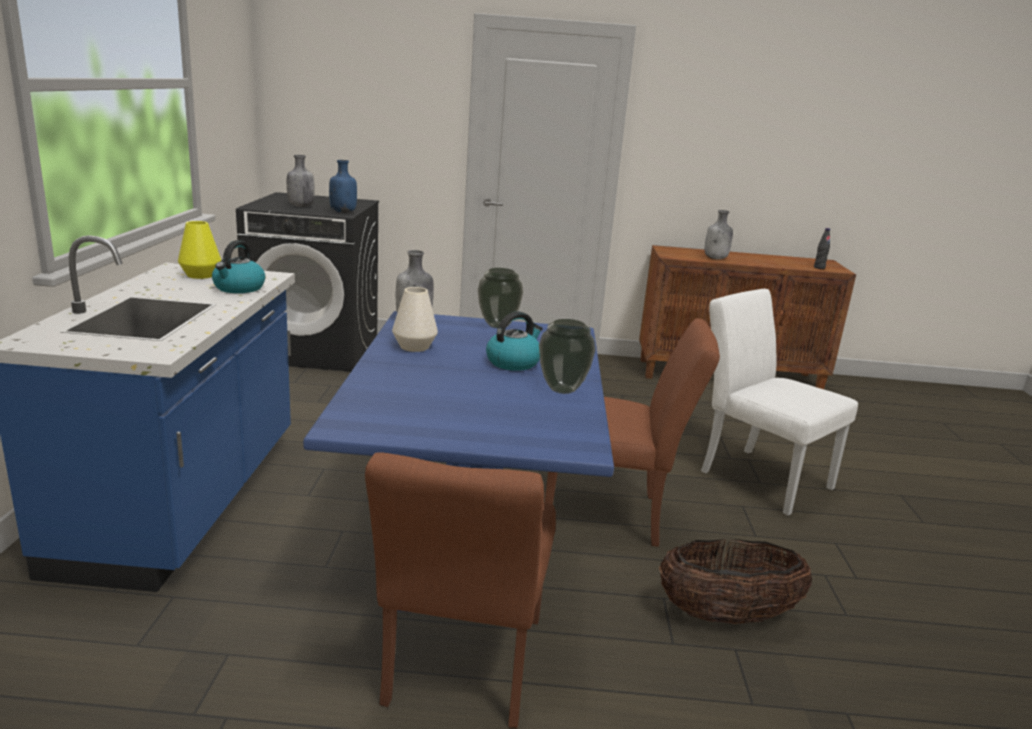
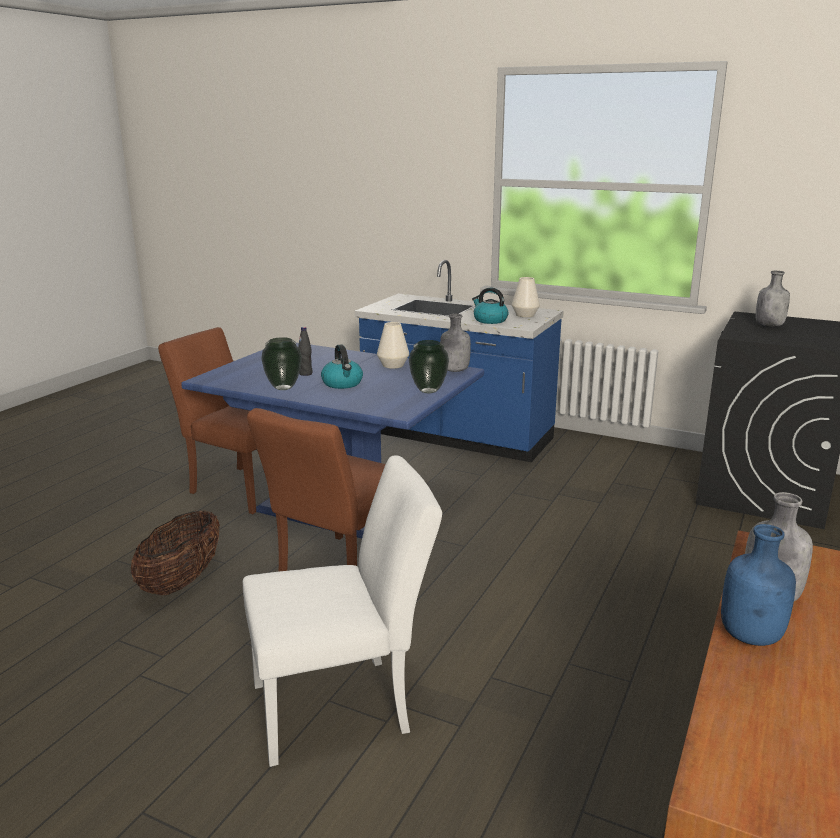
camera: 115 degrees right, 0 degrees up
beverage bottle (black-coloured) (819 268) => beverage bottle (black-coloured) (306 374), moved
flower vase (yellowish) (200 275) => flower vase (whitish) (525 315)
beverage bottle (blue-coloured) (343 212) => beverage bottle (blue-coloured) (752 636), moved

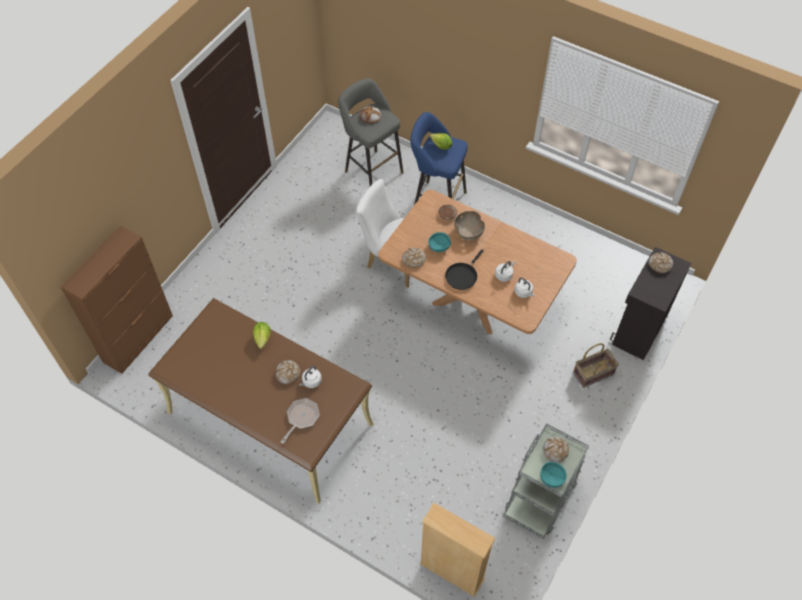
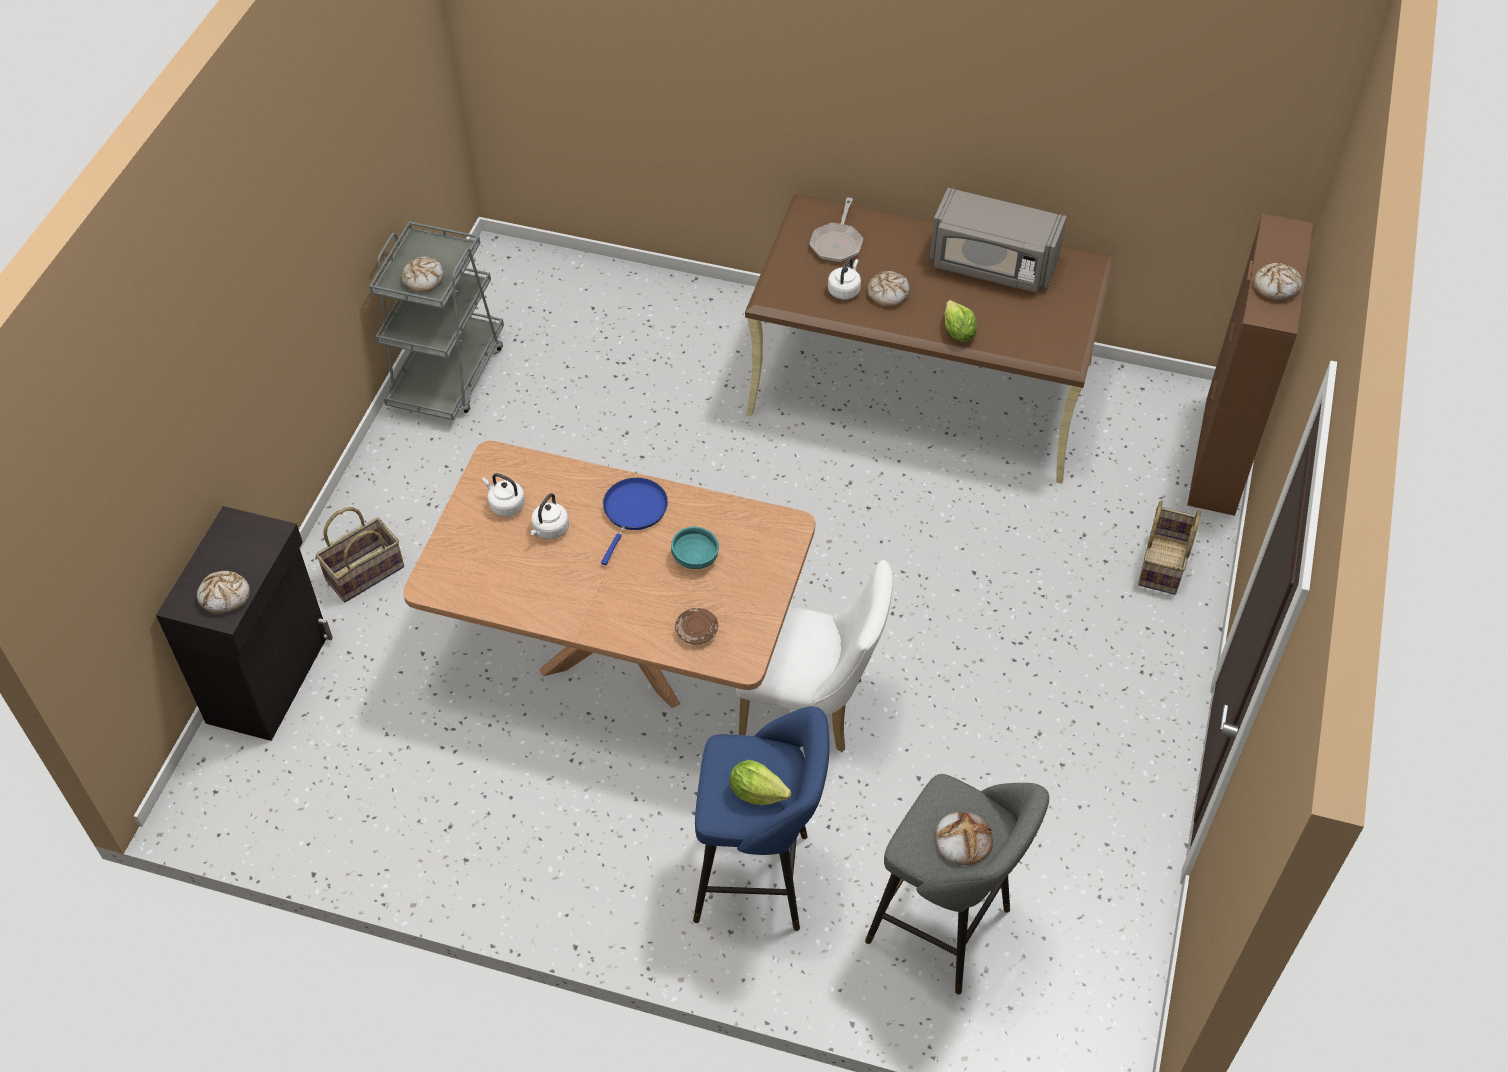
camera: 165 degrees right, 5 degrees down
skillet (black-coloured) (462 275) => skillet (blue-coloured) (633 511)
nothing => microwave (grey) (992 265)
nothing => basket (1164 564)
bread (413 260) => bread (1276 287), moved
bookshelf (sand-coloured) (451 571) => nothing
deep dish (brownish) (469 232) => nothing
deep dish (blue-green) (552 478) => nothing

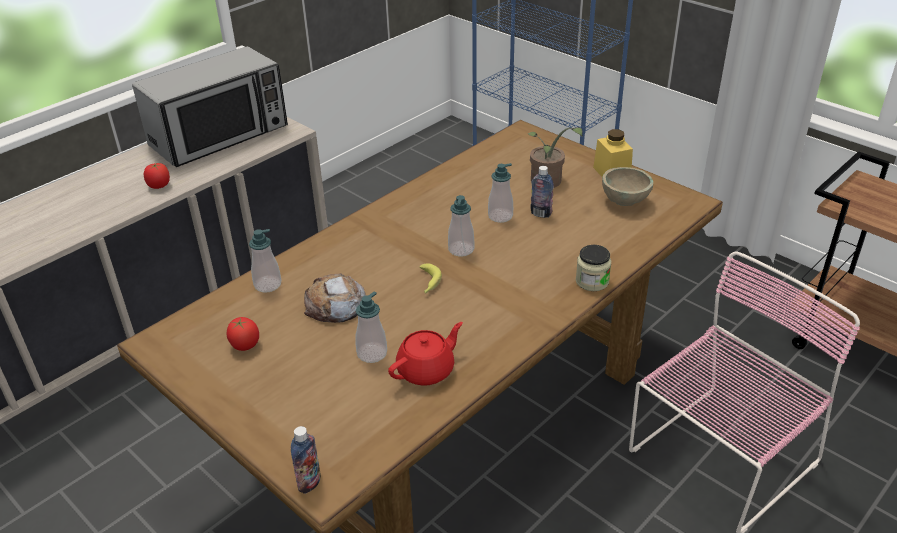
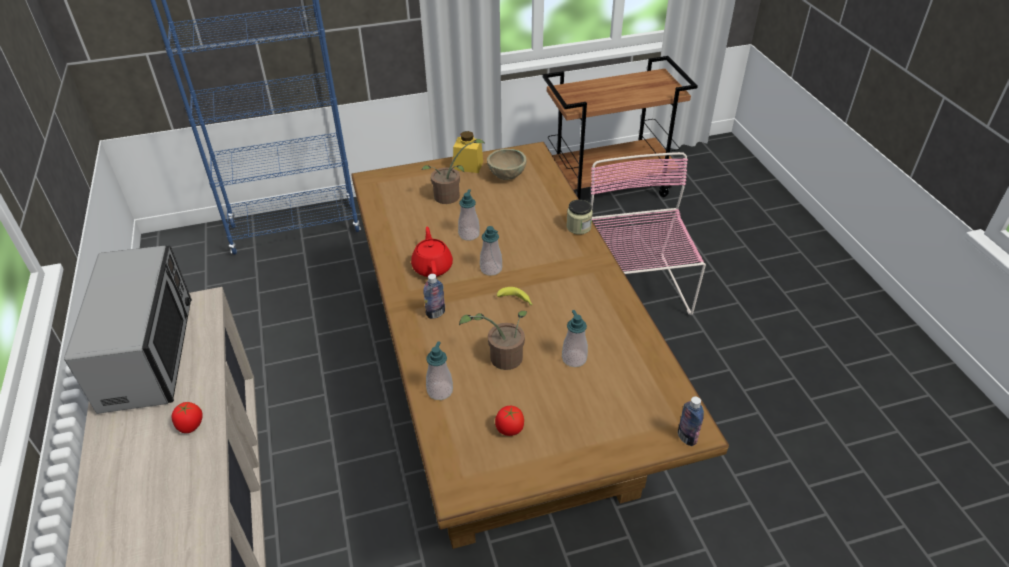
camera: 60 degrees left, 5 degrees up
tea pot (reddish) (427 370) => tea pot (reddish) (432 267), moved
beverage bottle (541 214) => beverage bottle (435 313), moved
bread (335 305) => houseplant (501 359)

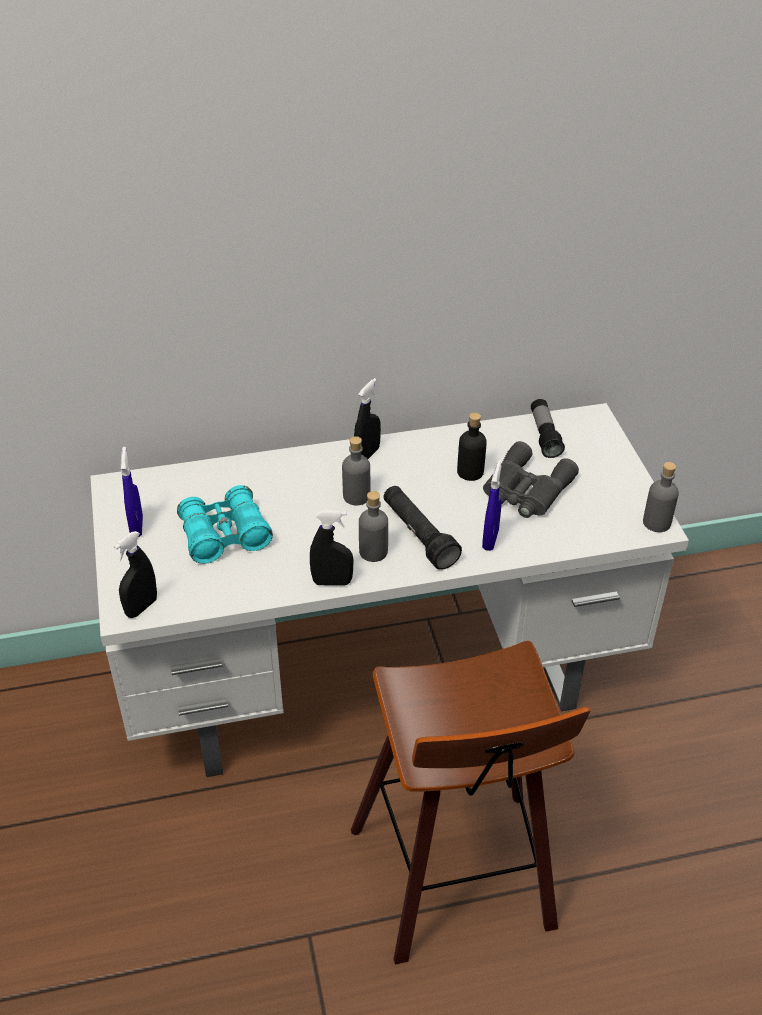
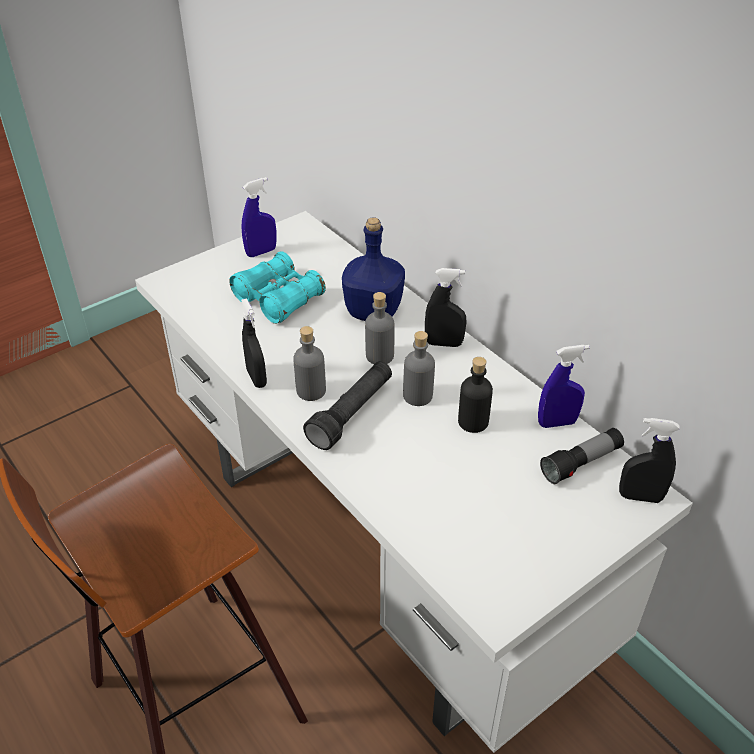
camera: 65 degrees right, 0 degrees up
nothing => beverage bottle (blue-coloured) (372 311)
beverage bottle (grey) (656 522) => beverage bottle (grey) (418 396), moved
spray bottle (blue-coloured) (490 539) => spray bottle (blue-coloured) (557 423), moved
spray bottle (black-coloured) (141 607) => spray bottle (black-coloured) (640 497), moved
pair of binoculars (grey) (525 490) => nothing

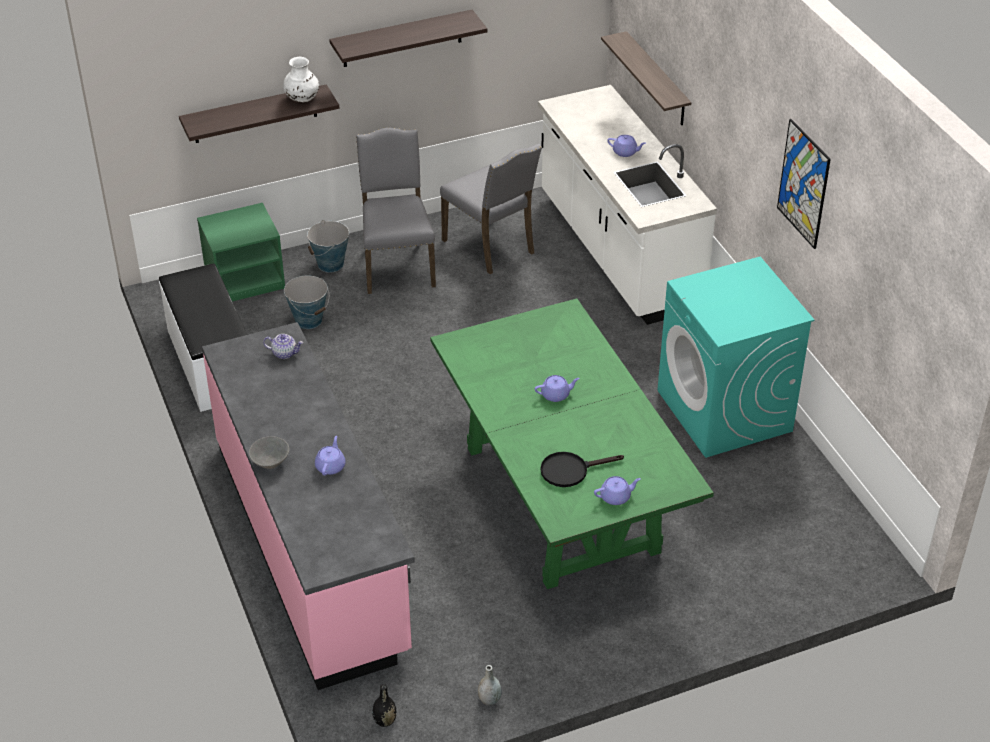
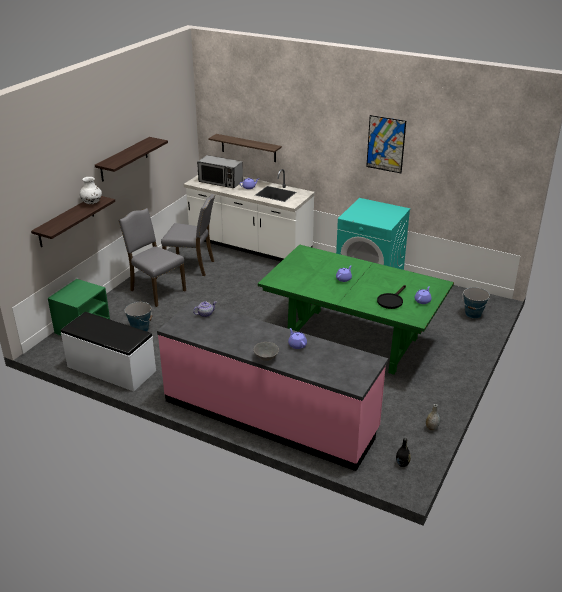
camera: 40 degrees left, 10 degrees down
nothing => microwave (220 182)
bucket (330 264) => bucket (473 314), moved

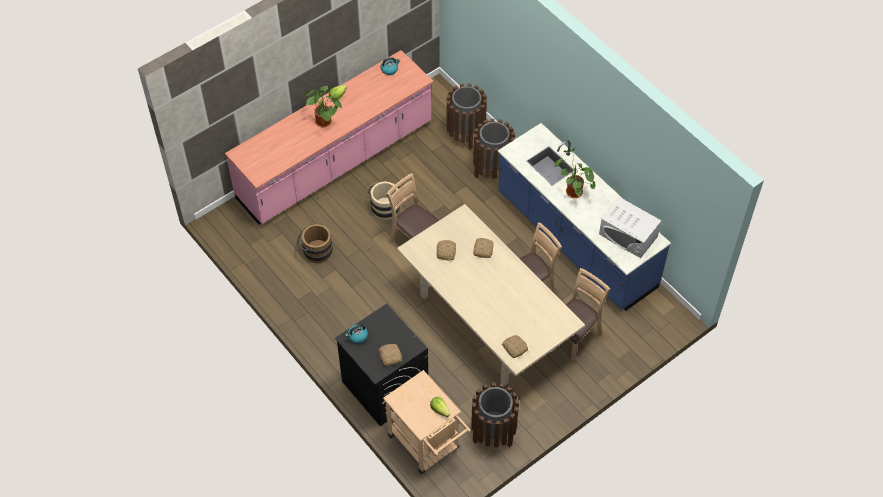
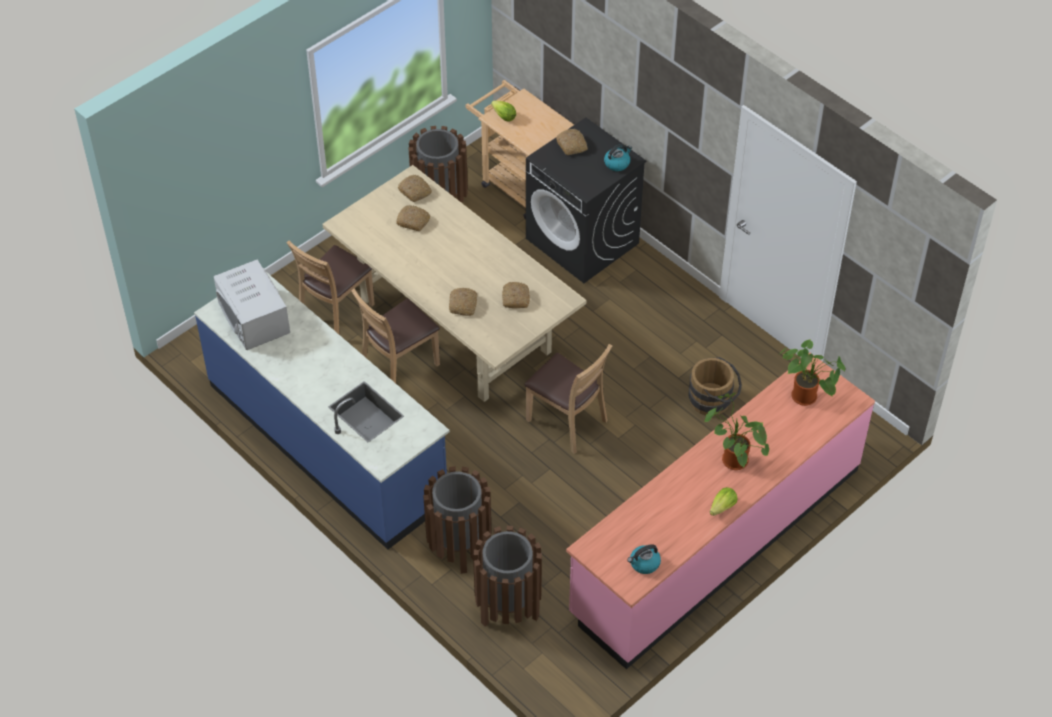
camera: 175 degrees right, 5 degrees down
microwave (whitish) (628 235) => microwave (whitish) (254 317), 150 degrees counterclockwise
nothing => bread (413 221)
houseplant (572 191) => houseplant (807 397), moved
bucket (sand-coloured) (385 206) => nothing

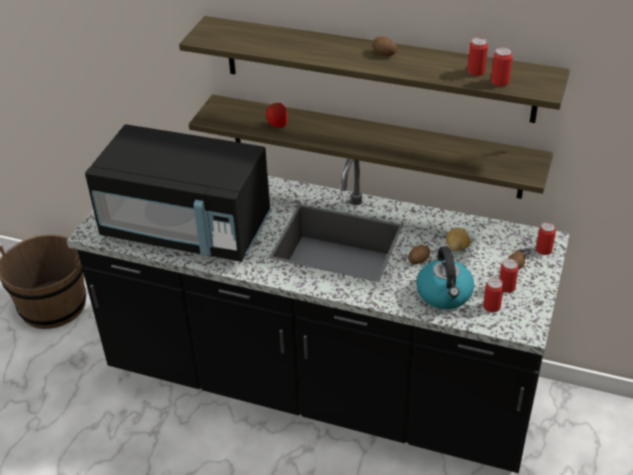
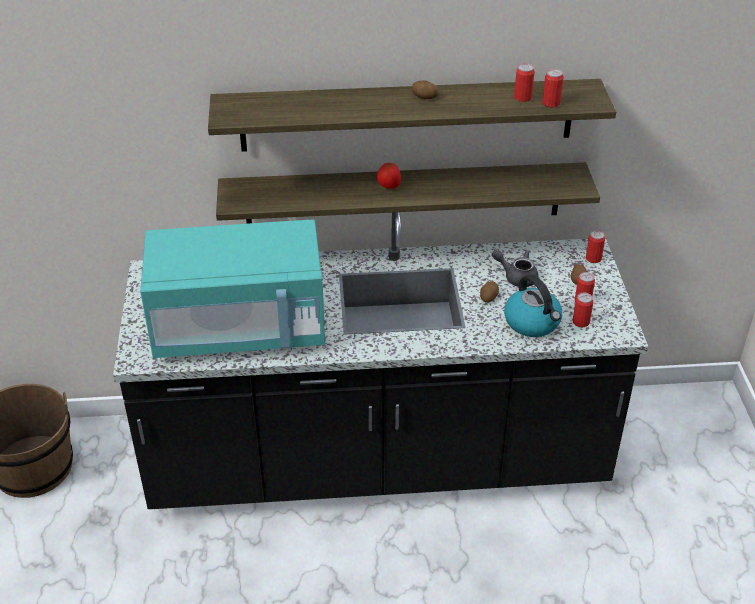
camera: 25 degrees left, 0 degrees up
microwave (black-coloured) (187 229) => microwave (blue-green) (240 328)
fresh tomato (277 125) => fresh tomato (389 187), moved
whole potato (457 247) => tea pot (grey) (516 276)

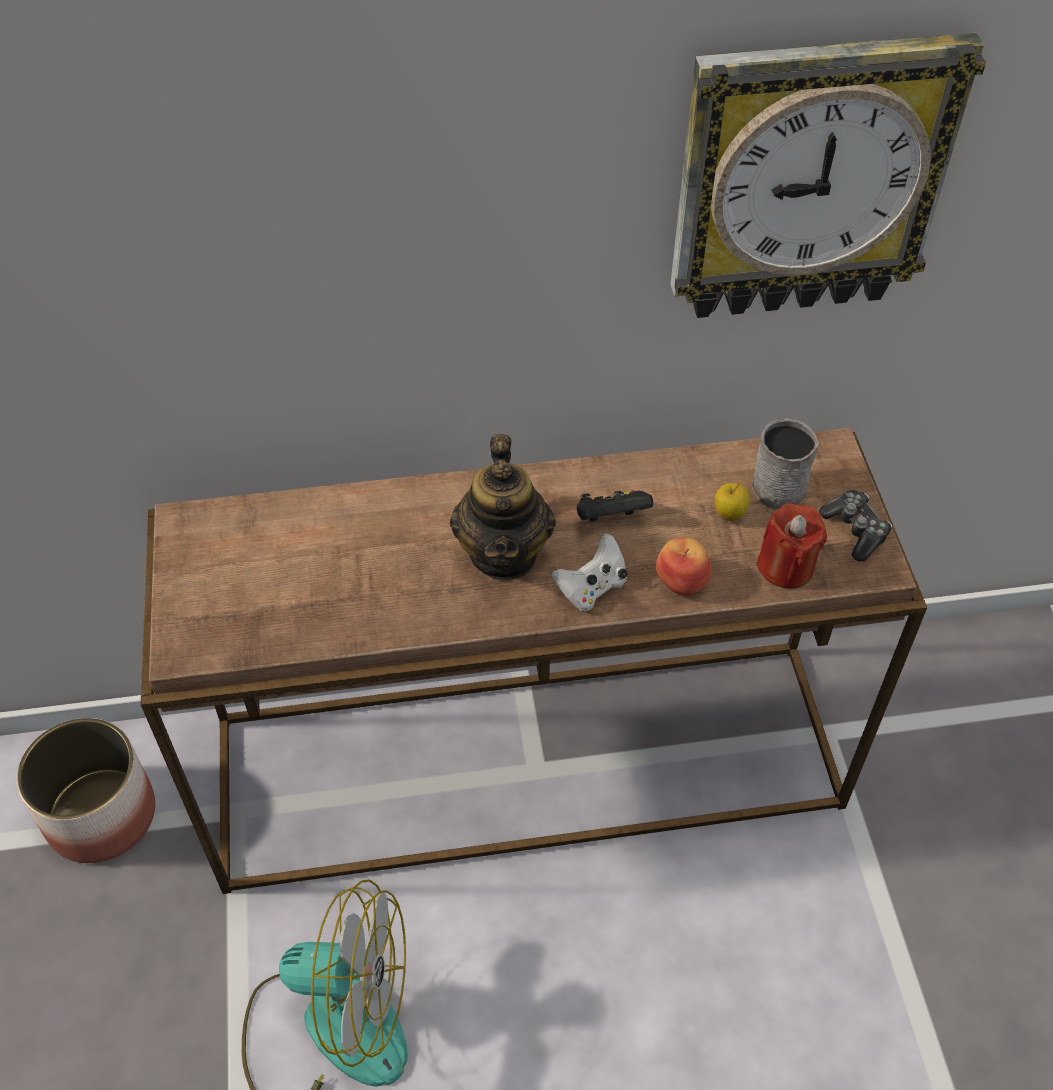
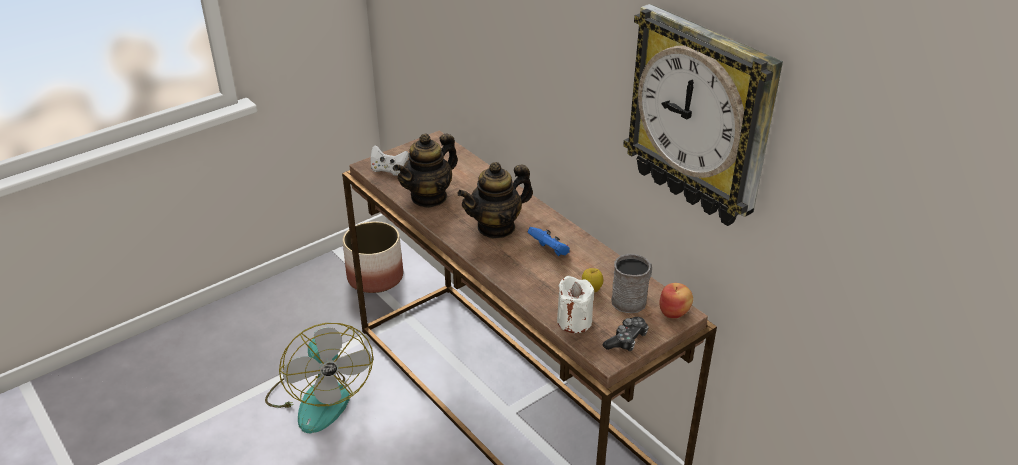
camera: 60 degrees right, 15 degrees down
game controller (whitish) (592 588) => game controller (whitish) (389 170), moved
nothing => tea pot (429 197)
game controller (black-coloured) (610 519) => game controller (blue-coloured) (550 251)
candle (reddish) (786 567) => candle (whitish) (574 321)
apple (682 580) => apple (674 312), moved

